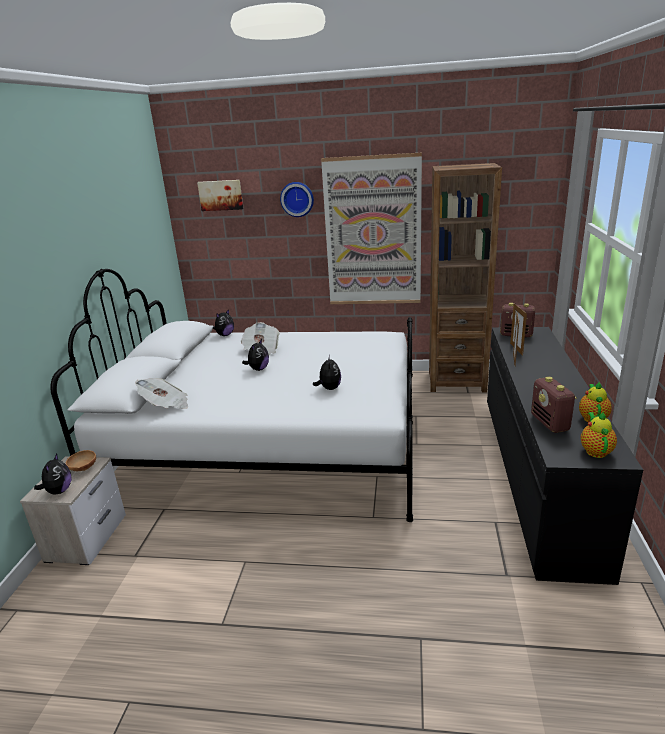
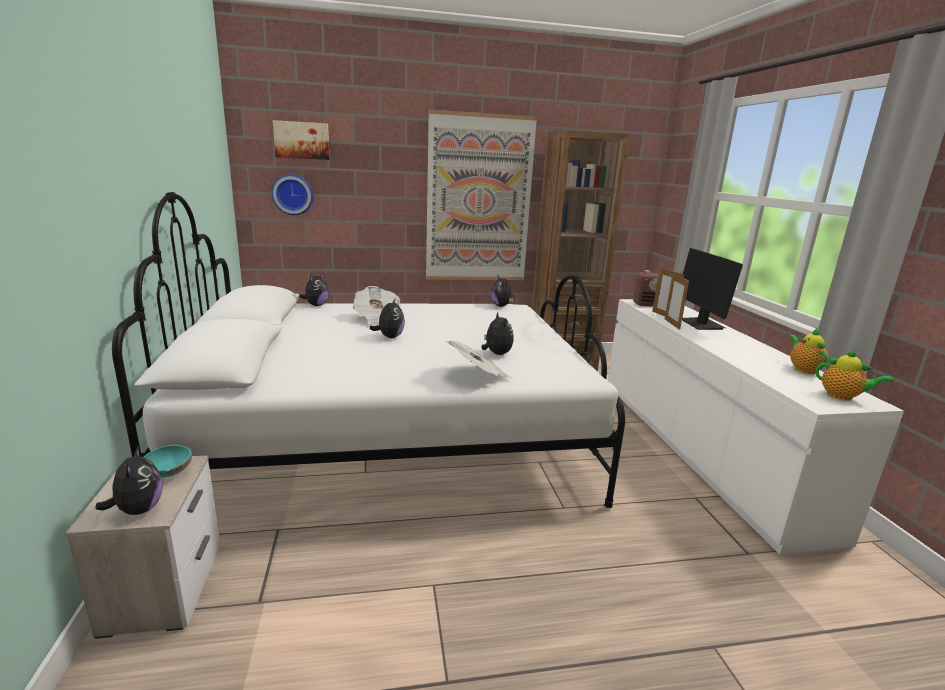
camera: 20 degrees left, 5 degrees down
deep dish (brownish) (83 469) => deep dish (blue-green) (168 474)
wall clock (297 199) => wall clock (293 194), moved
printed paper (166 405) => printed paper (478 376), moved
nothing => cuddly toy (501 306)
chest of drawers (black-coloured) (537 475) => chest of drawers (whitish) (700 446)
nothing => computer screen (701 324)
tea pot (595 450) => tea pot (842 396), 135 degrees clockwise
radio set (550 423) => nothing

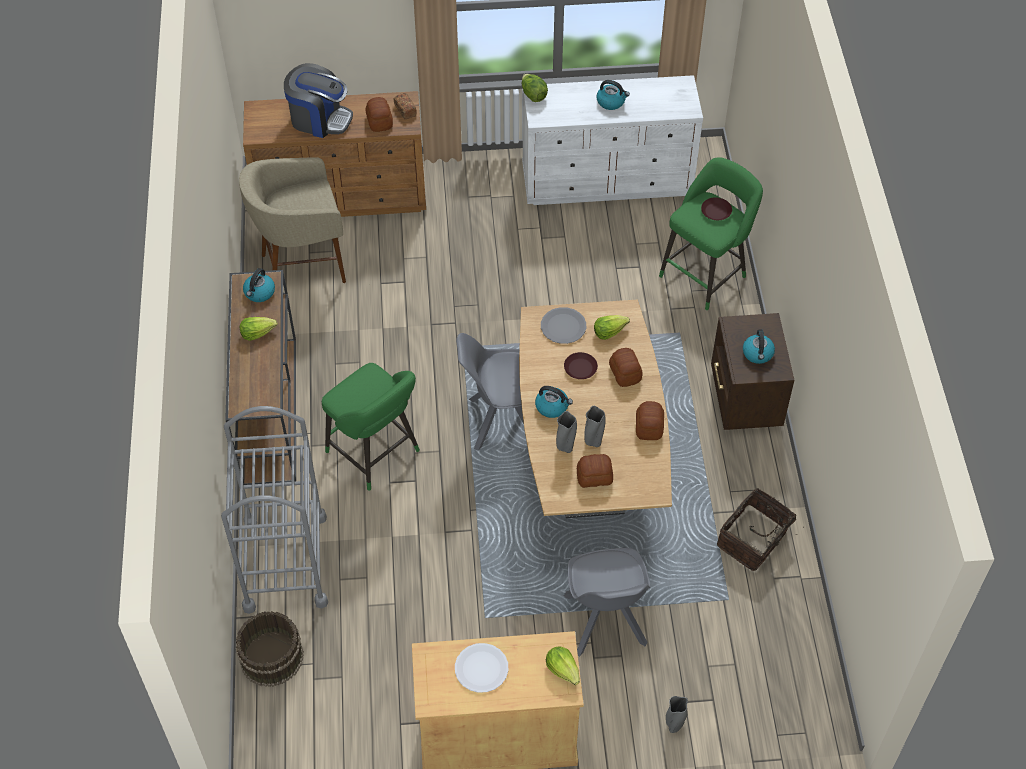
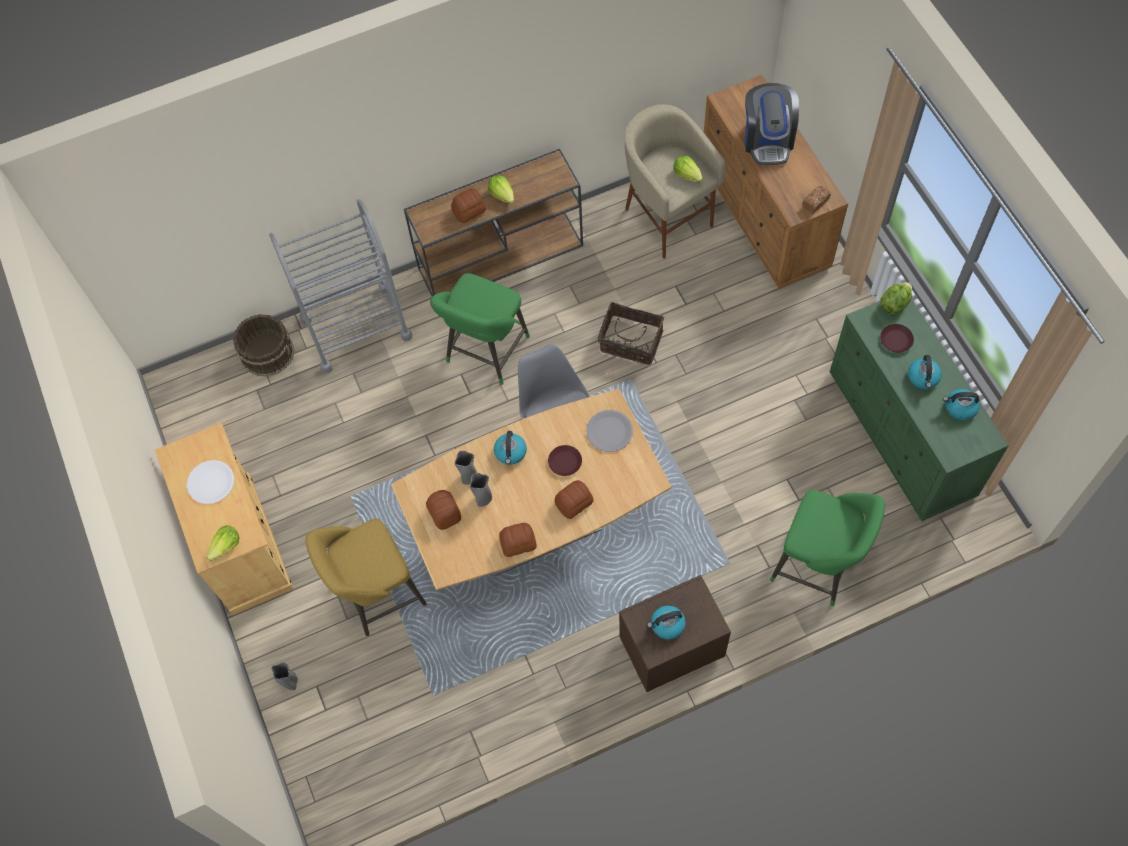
camera: 75 degrees right, 10 degrees up
upright chair (grey) (605 622) => stool seat (yellowish) (376 594)
bread (379 121) => bread (469 211), moved
basket (754 540) => basket (630 343), moved
lettuce (609 331) => lettuce (687 174), moved
chest of drawers (whitish) (608 180) => chest of drawers (green) (902 435)
dinner plate (brownish) (716 211) => dinner plate (brownish) (896 340), moved
tea kettle (259 293) => tea kettle (959 408), moved

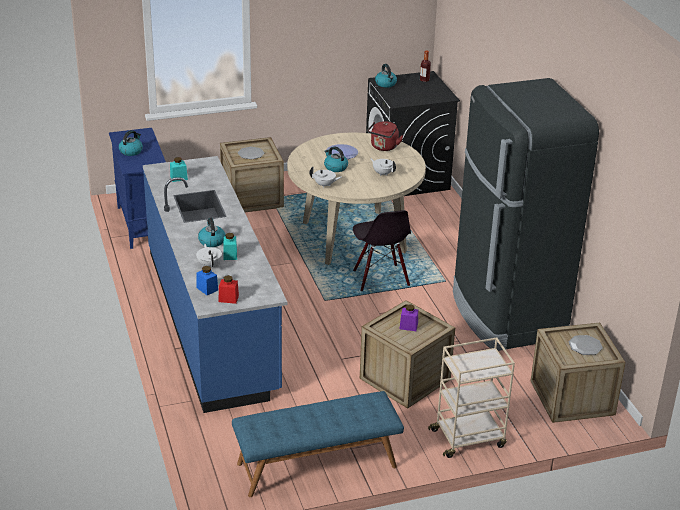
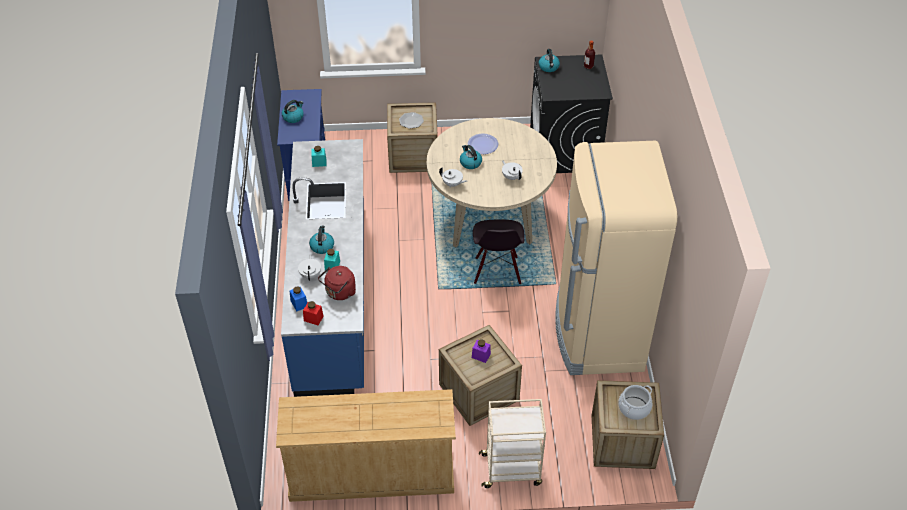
camera: 15 degrees right, 15 degrees up
bench (blue-coloured) (317 466) => chest of drawers (sand-coloured) (370 474)
tea kettle (reddish) (383 147) => tea kettle (reddish) (339 293), moved
kitchen fridge (black-coloured) (506 315) => kitchen fridge (sand-coloured) (597 334)
dinner plate (585 346) => stockpot (634 408)

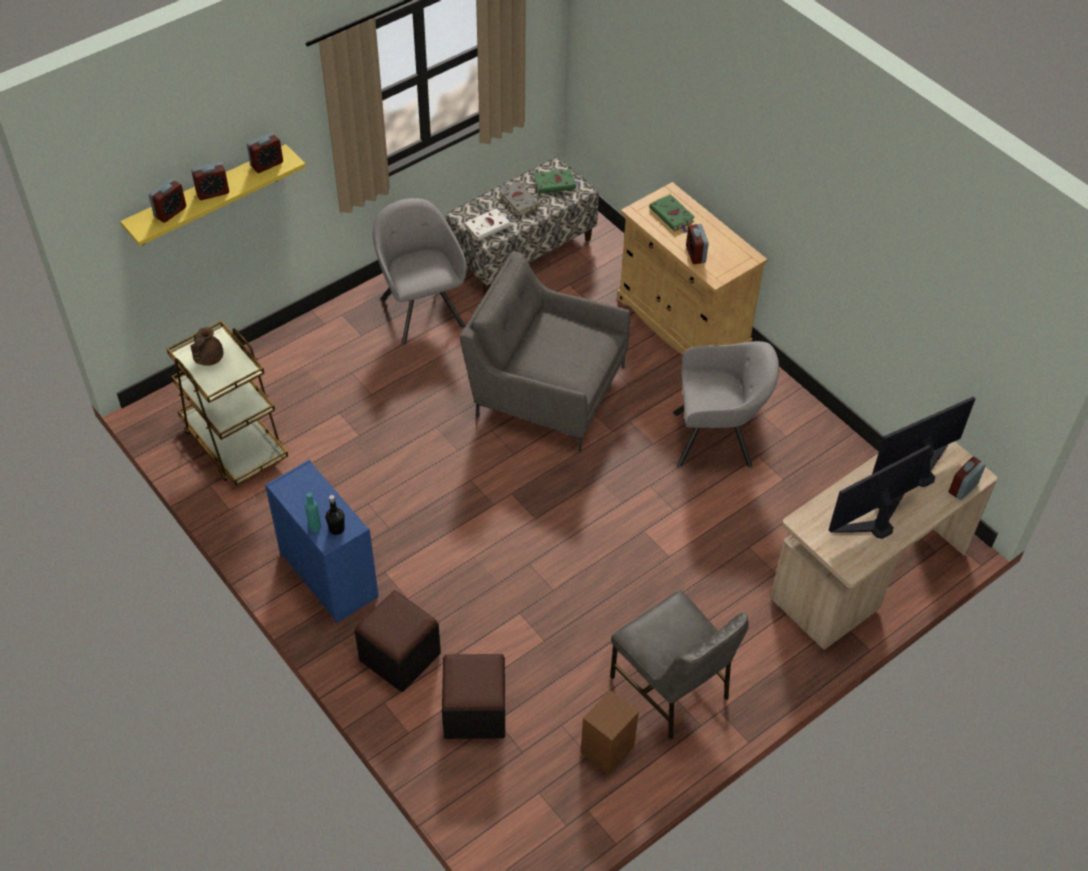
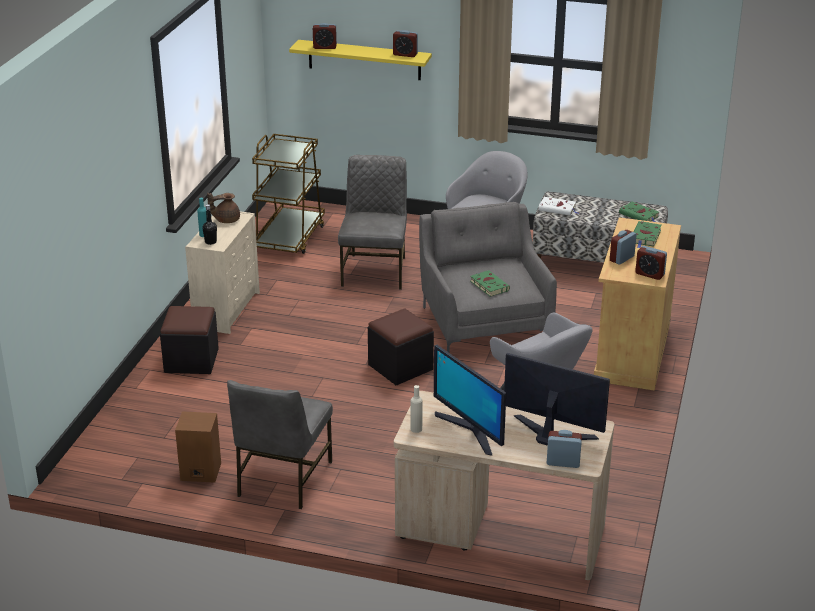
camera: 55 degrees right, 20 degrees down
chest of drawers (blue-coloured) (327 574) => chest of drawers (sand-coloured) (227 309)
tea pot (brownish) (207 358) => tea pot (brownish) (226 220), moved
nothing => upright chair (grey) (375 271)
pouffe (black-coloured) (474 711) => pouffe (black-coloured) (400 367), moved
nothing => beverage bottle (sand-coloured) (416 429)
computer screen (874 521) => computer screen (471 430), 150 degrees counterclockwise
nothing => volume (green) (488 285)
bedside clock (212 192) => bedside clock (649 274), moved
volume (grey) (517 200) => nothing

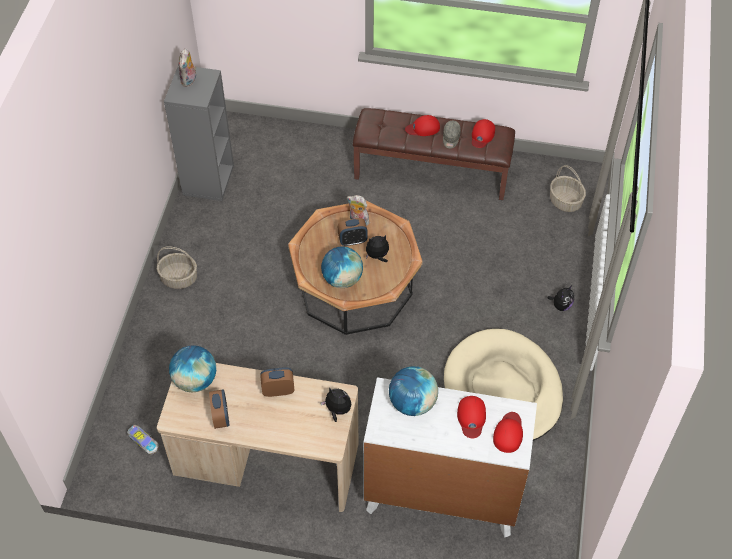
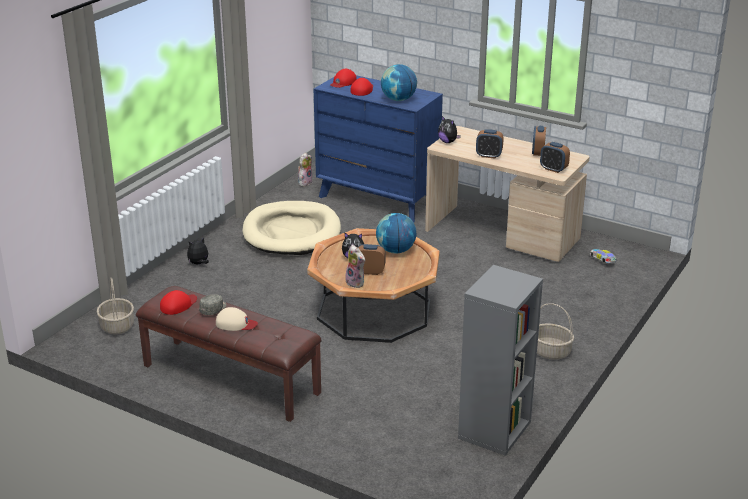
camera: 160 degrees left, 25 degrees down
cap (reddish) (423 128) => cap (sand-coloured) (235 323)
cuddly toy (189 81) => cuddly toy (304 182), moved
chest of drawers (whitish) (442 495) => chest of drawers (blue-coloured) (377 199)
desk globe (195 380) => bedside clock (553 169)

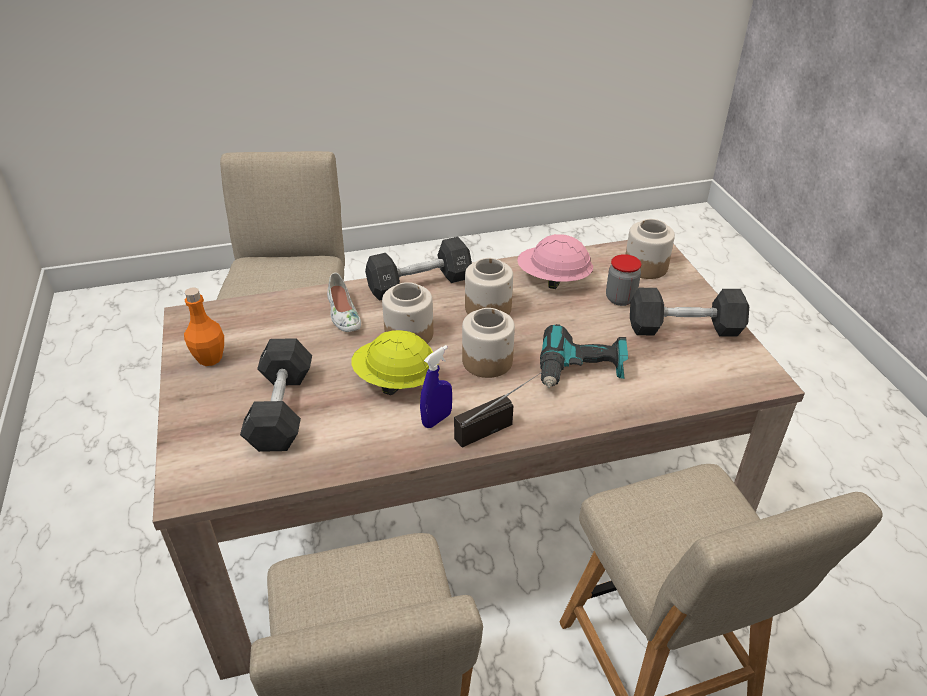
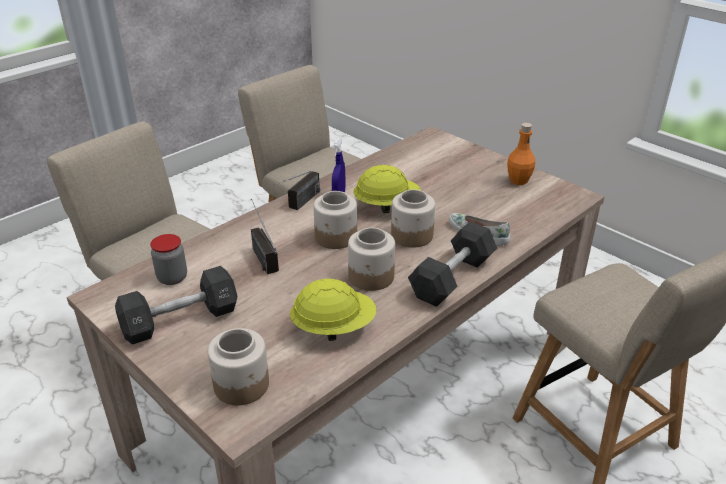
camera: 150 degrees right, 5 degrees down
storage jar (620 299) => storage jar (172 278), moved
power drill (581 371) => radio set (260 253)
safety helmet (pink) (553 280) => safety helmet (yellowish) (333 328)
free weight (black-coloured) (281 409) => nothing

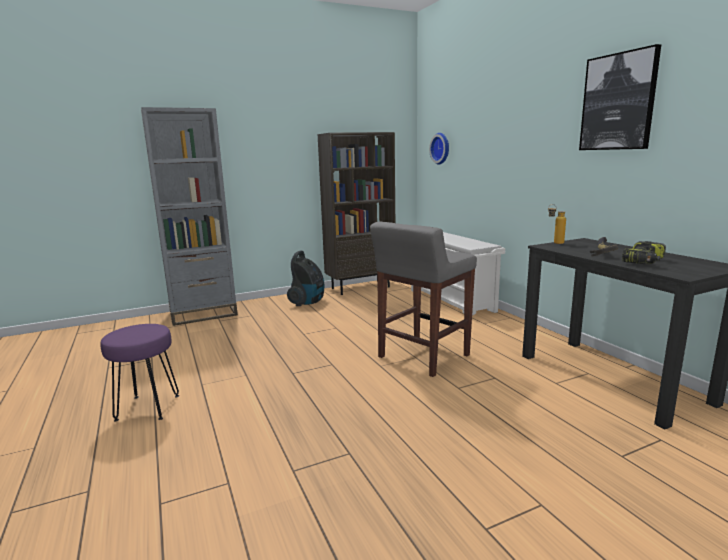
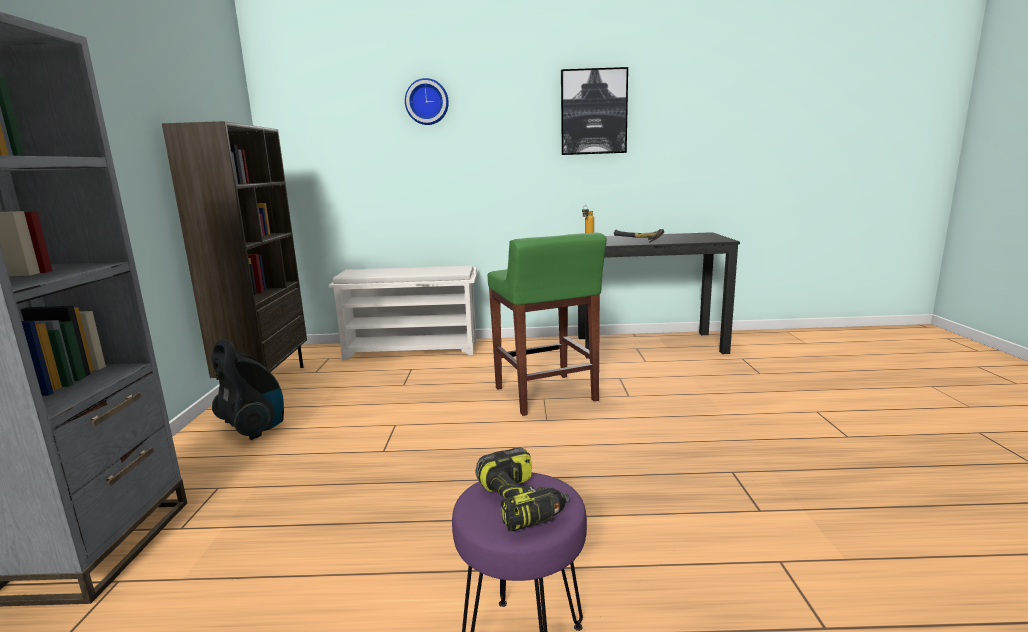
camera: 65 degrees left, 0 degrees up
wall clock (441 148) => wall clock (427 102), moved
power drill (644 262) => power drill (522 503), moved
stool seat (grey) (422 357) => stool seat (green) (546 395)

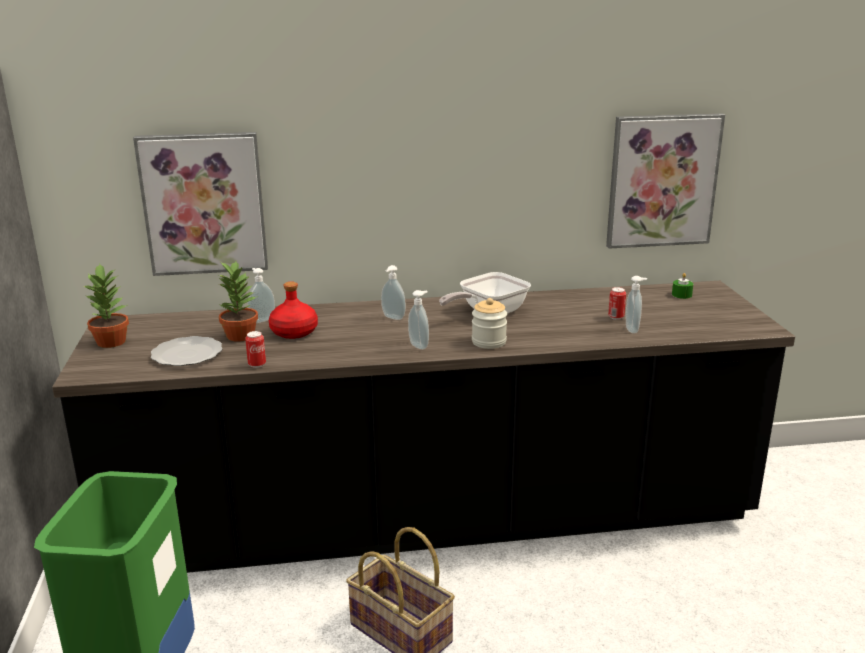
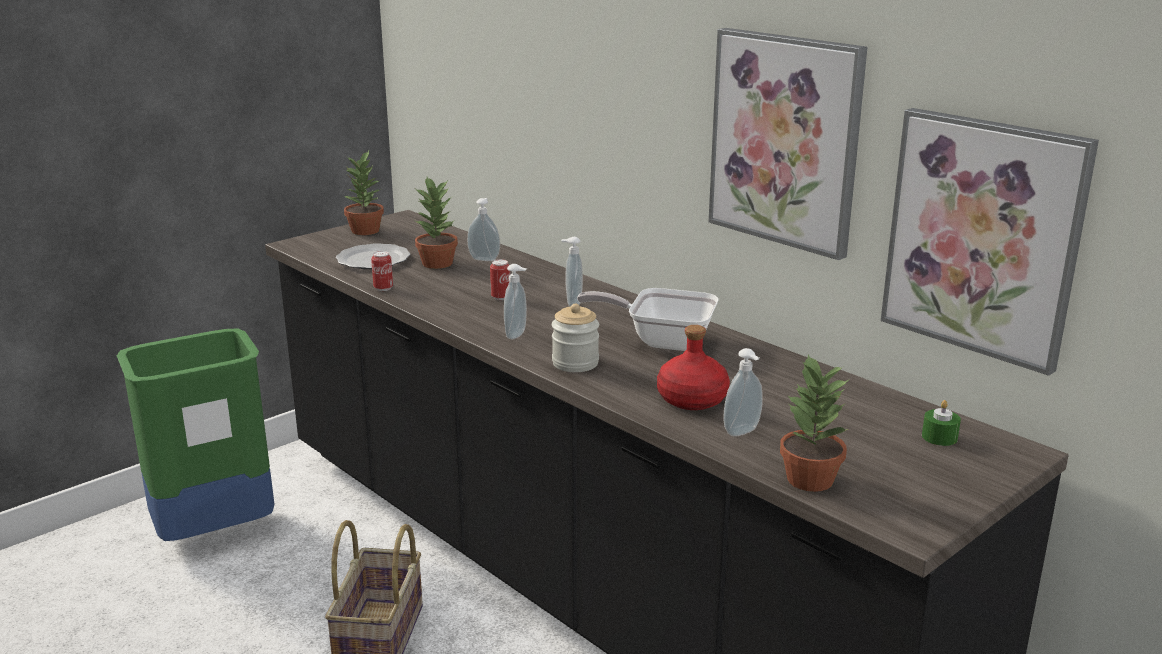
camera: 55 degrees right, 0 degrees up
metal can (616 317) => metal can (500 297), moved
beverage bottle (reddish) (293 332) => beverage bottle (reddish) (691 399), moved
wall picture (204 204) => wall picture (785 140), moved
nothing => houseplant (808 479)

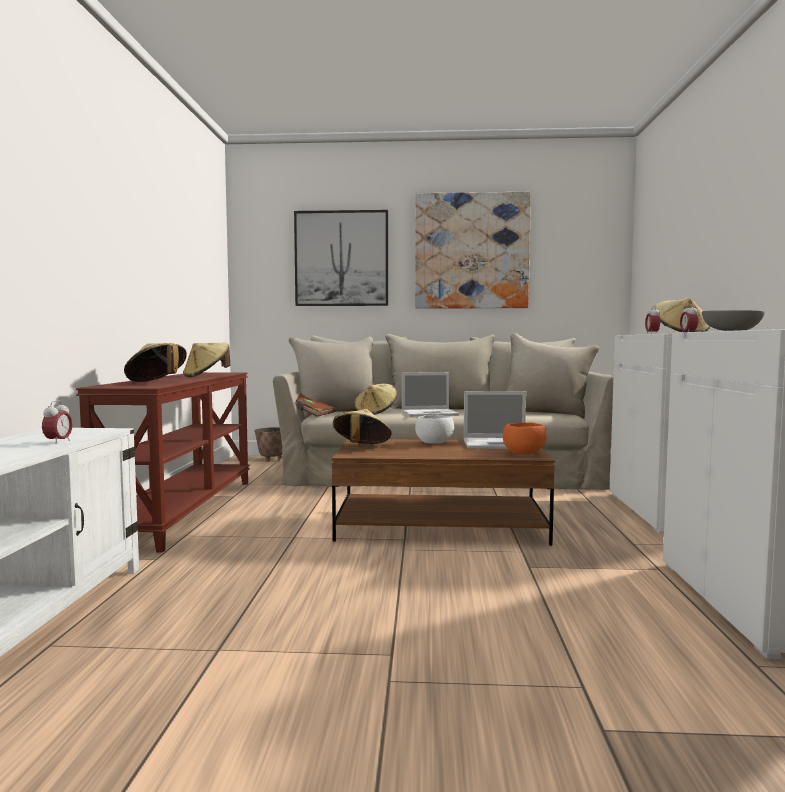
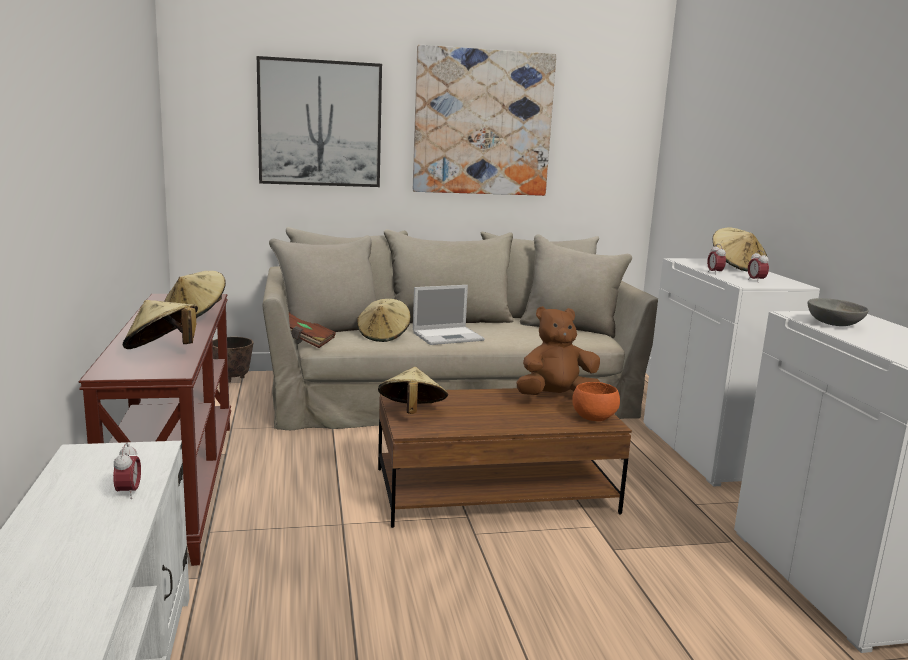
camera: 15 degrees left, 10 degrees up
laptop (498 444) => cuddly toy (brownish) (556 398)
deep dish (whitish) (433 443) => nothing

